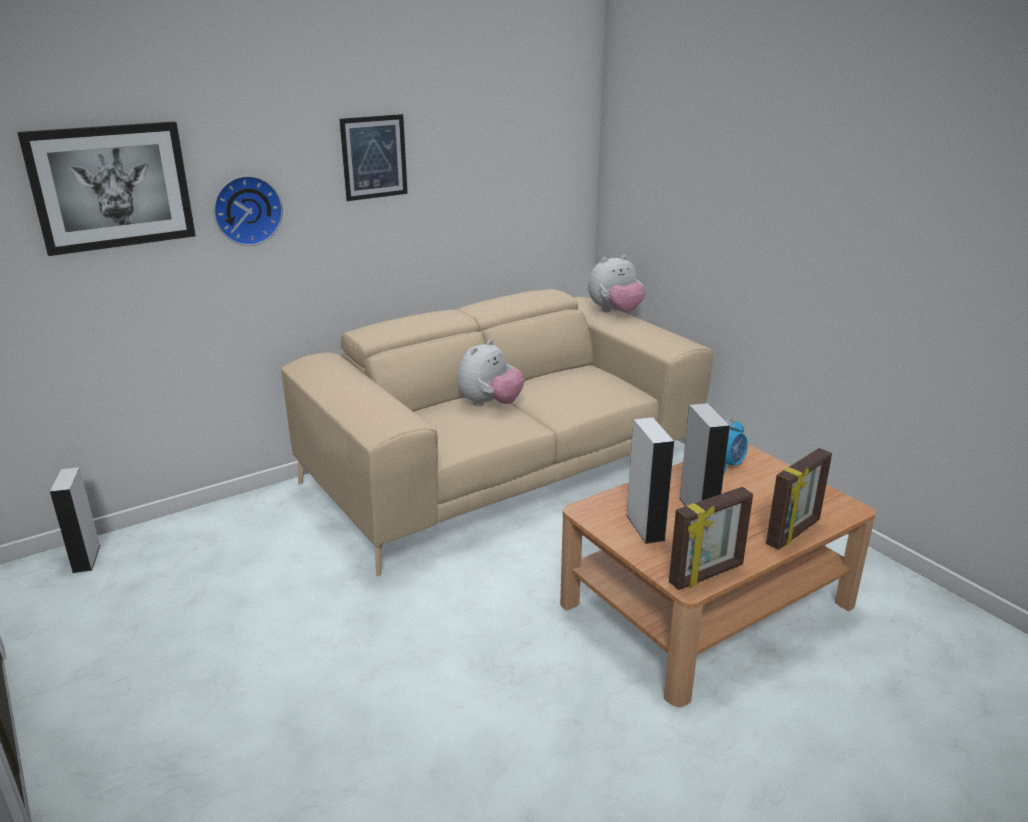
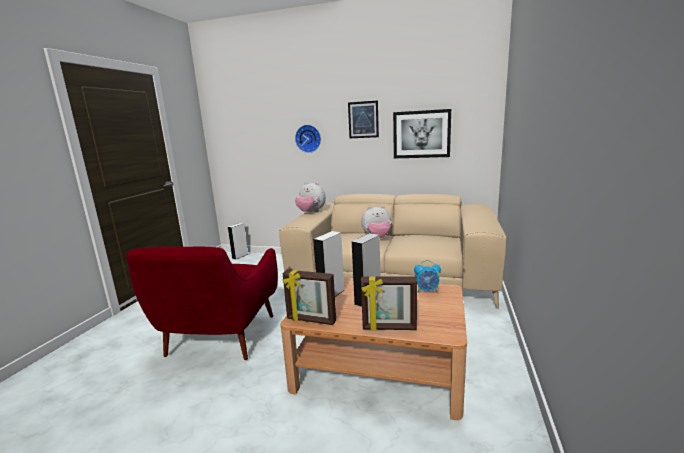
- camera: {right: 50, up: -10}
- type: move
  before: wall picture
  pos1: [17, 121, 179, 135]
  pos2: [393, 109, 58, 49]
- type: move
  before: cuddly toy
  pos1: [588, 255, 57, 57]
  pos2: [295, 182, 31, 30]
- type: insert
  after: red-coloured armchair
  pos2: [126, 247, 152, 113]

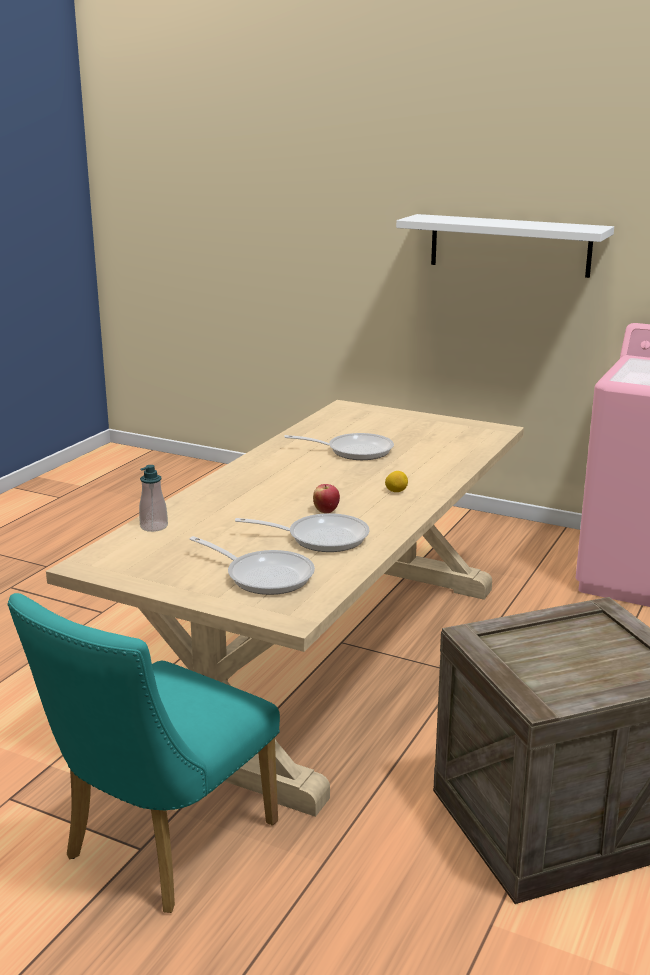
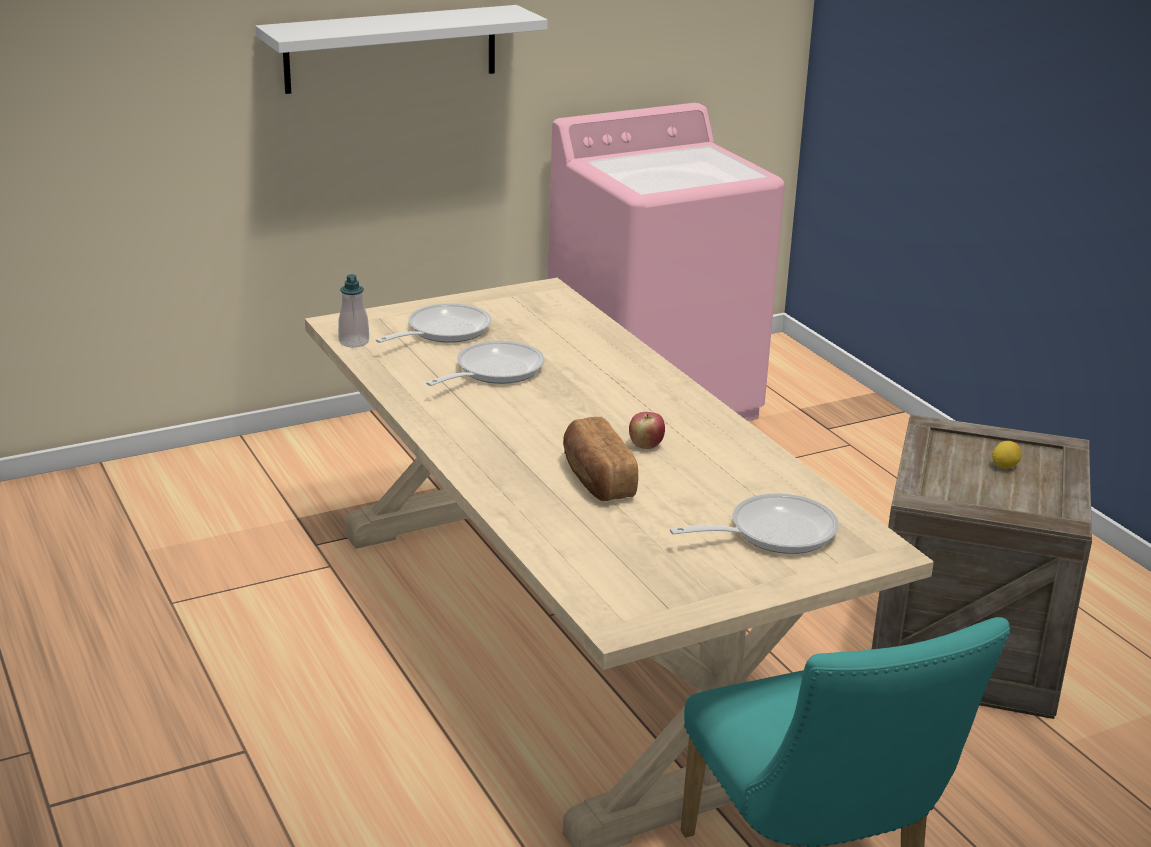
- camera: {right: -55, up: 5}
- type: move
  before: liquid soap bottle
  pos1: [139, 465, 29, 67]
  pos2: [338, 274, 31, 73]
- type: move
  before: pan
  pos1: [235, 513, 135, 39]
  pos2: [376, 303, 115, 40]
- type: move
  before: citrus fruit
  pos1: [385, 471, 23, 21]
  pos2: [992, 441, 30, 28]
- type: insert
  after: bakery bread
  pos2: [563, 417, 75, 84]

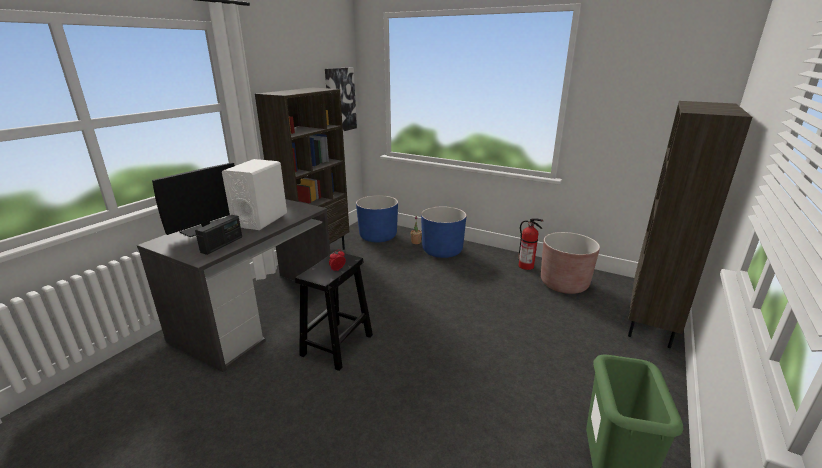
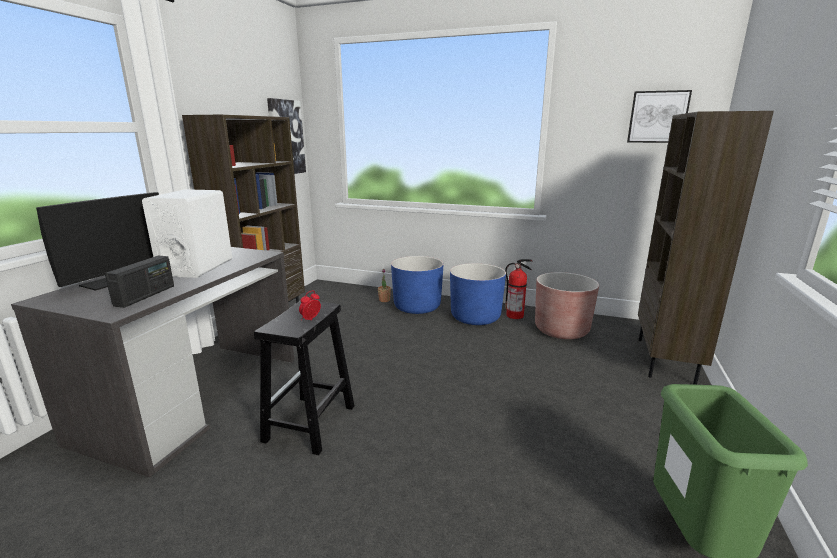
- camera: {right: -10, up: -5}
- type: move
  before: blue-coloured plant pot
  pos1: [356, 195, 42, 47]
  pos2: [450, 263, 56, 62]
- type: insert
  after: wall picture
  pos2: [627, 90, 65, 53]

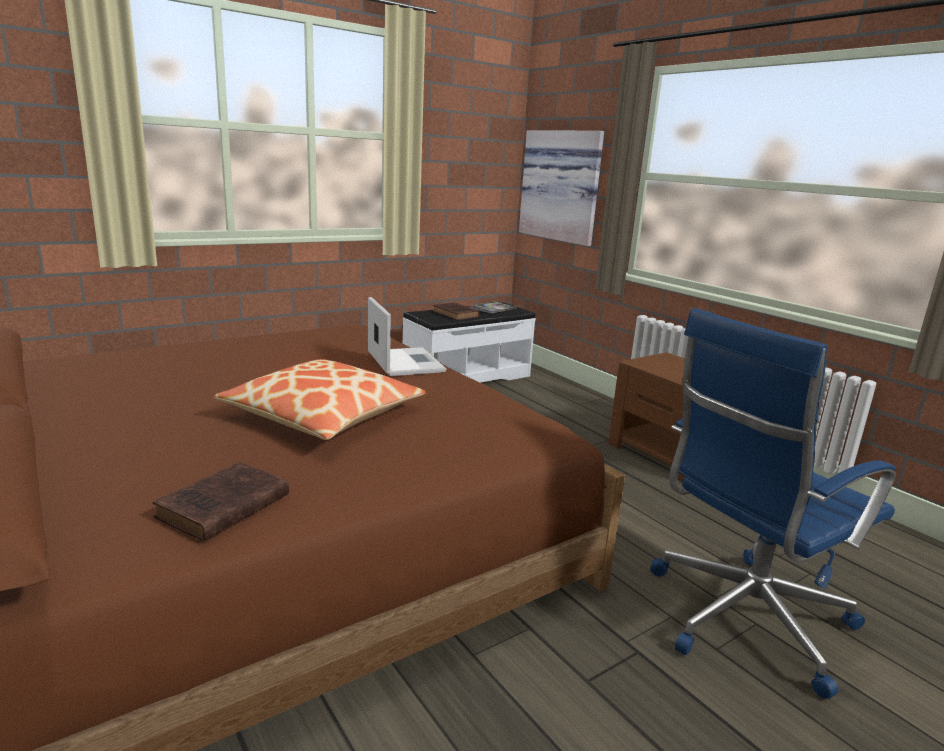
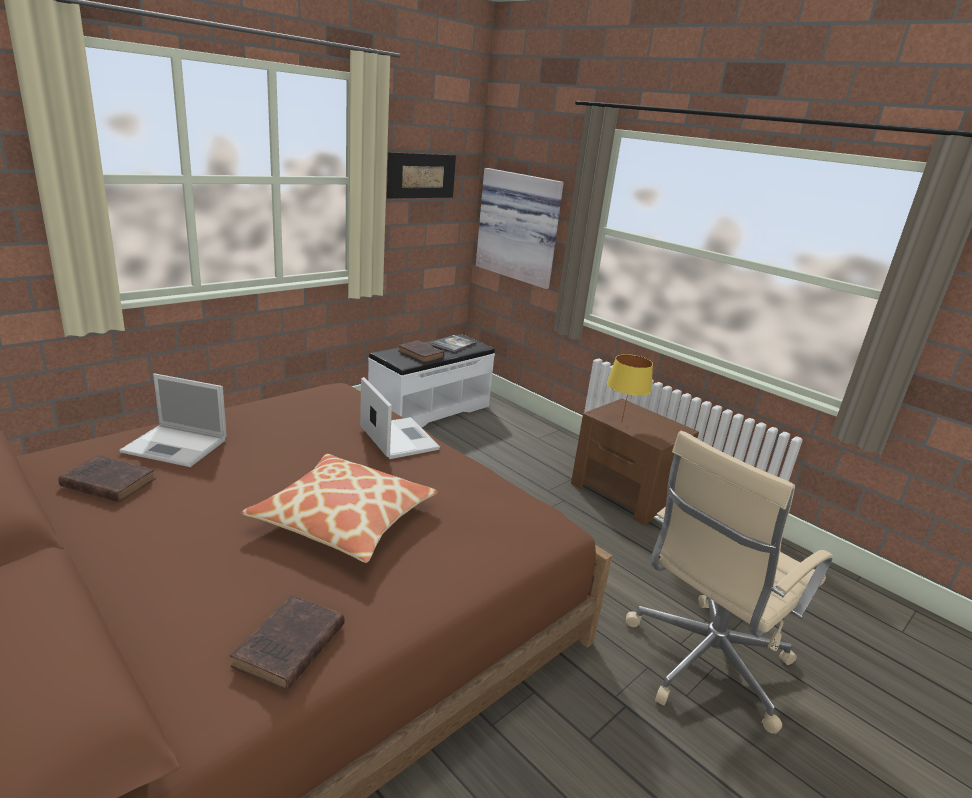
- camera: {right: -10, up: 5}
- type: recolor
  before: blue-coloured office chair
  after: sand-coloured office chair
  pos1: [650, 308, 246, 391]
  pos2: [626, 431, 207, 303]
- type: insert
  after: brown volume
  pos2: [58, 455, 98, 48]
- type: insert
  after: portable computer
  pos2: [119, 374, 108, 93]
- type: insert
  after: wall picture
  pos2: [387, 152, 69, 47]
- type: insert
  after: yellow table lamp
  pos2: [607, 354, 46, 69]

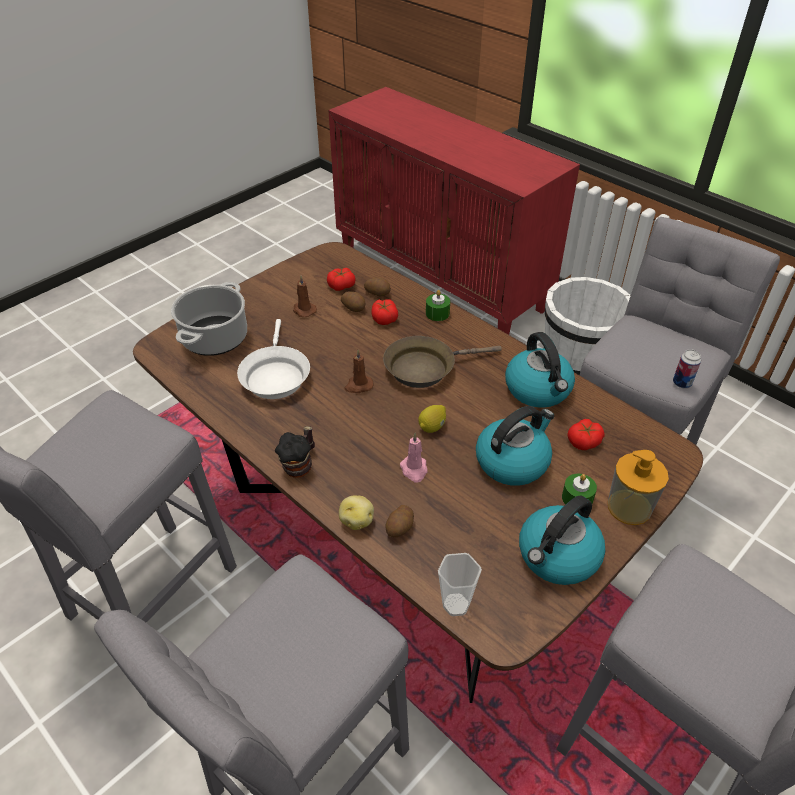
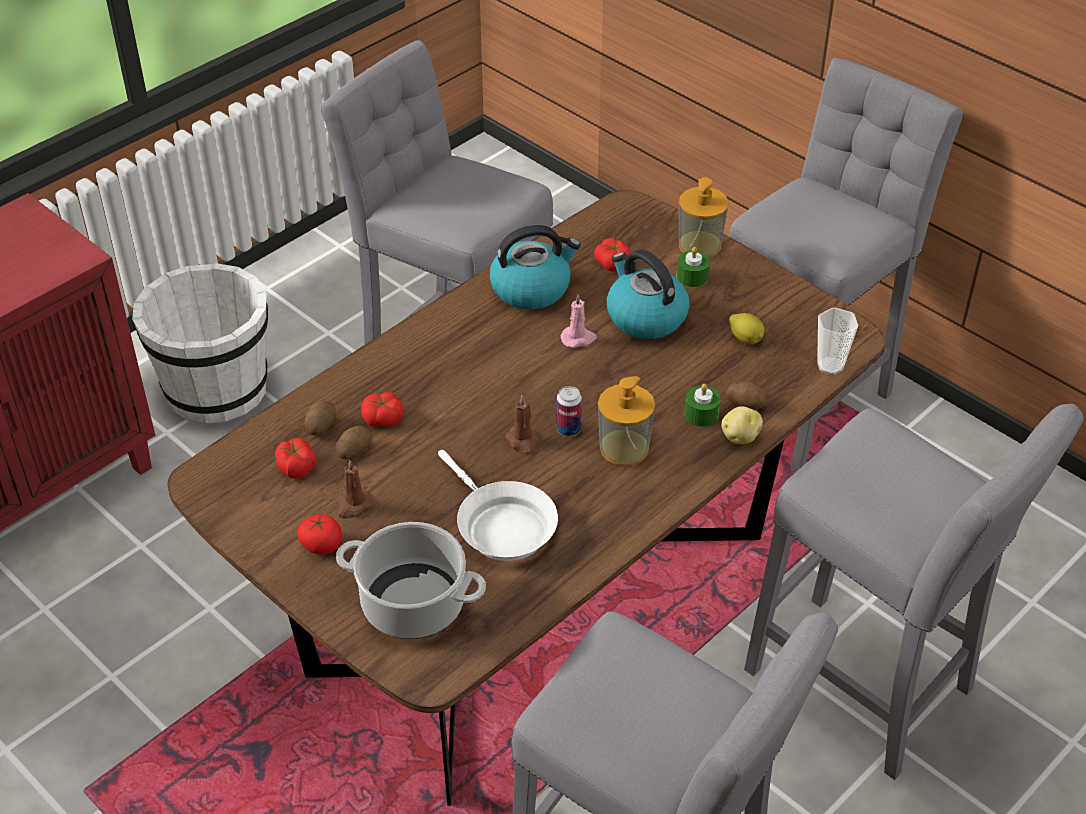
- camera: {right: -90, up: 0}
- type: rotate
  before: white pan
  pos1: [237, 319, 73, 80]
  pos2: [438, 450, 120, 111]
  turn: 60
- type: delete
  before: coffee mug
  pos1: [275, 426, 40, 52]
- type: delete
  before: brown pan
  pos1: [383, 336, 119, 52]
- type: move
  before: pink wax candle
  pos1: [400, 433, 28, 50]
  pos2: [561, 294, 36, 54]
- type: move
  before: citrus fruit
  pos1: [418, 405, 28, 28]
  pos2: [729, 313, 35, 31]
- type: move
  before: greenish wax candle
  pos1: [426, 290, 24, 31]
  pos2: [684, 384, 37, 43]
- type: delete
  before: kettle
  pos1: [519, 495, 86, 90]
- type: move
  before: can
  pos1: [673, 349, 28, 40]
  pos2: [556, 386, 26, 51]
- type: insert
  after: whole tomato
  pos2: [297, 514, 45, 40]
- type: insert
  after: liquid soap bottle
  pos2: [598, 376, 57, 90]

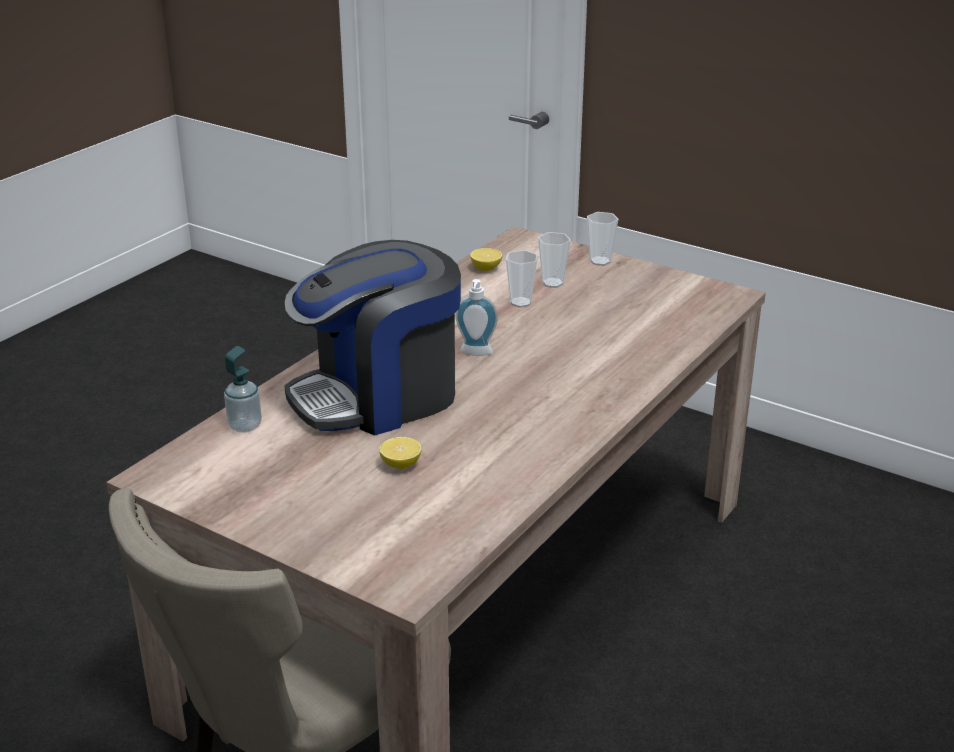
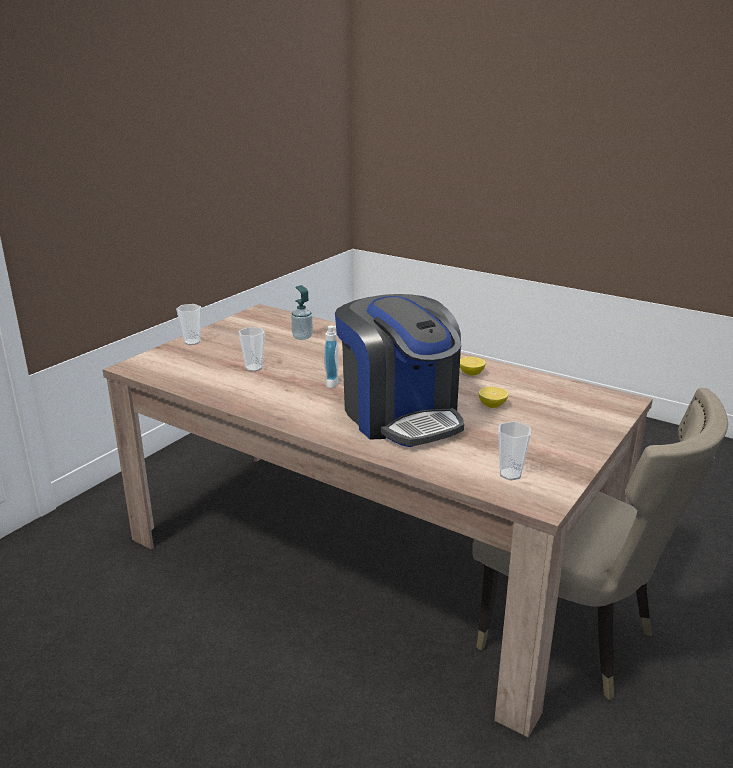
- camera: {right: -90, up: -5}
- type: move
  before: liquid soap bottle
  pos1: [224, 346, 38, 87]
  pos2: [291, 285, 22, 55]
- type: move
  before: citrus fruit
  pos1: [470, 248, 32, 23]
  pos2: [460, 357, 26, 18]
- type: move
  before: drinking cup
  pos1: [538, 232, 33, 56]
  pos2: [498, 421, 33, 59]

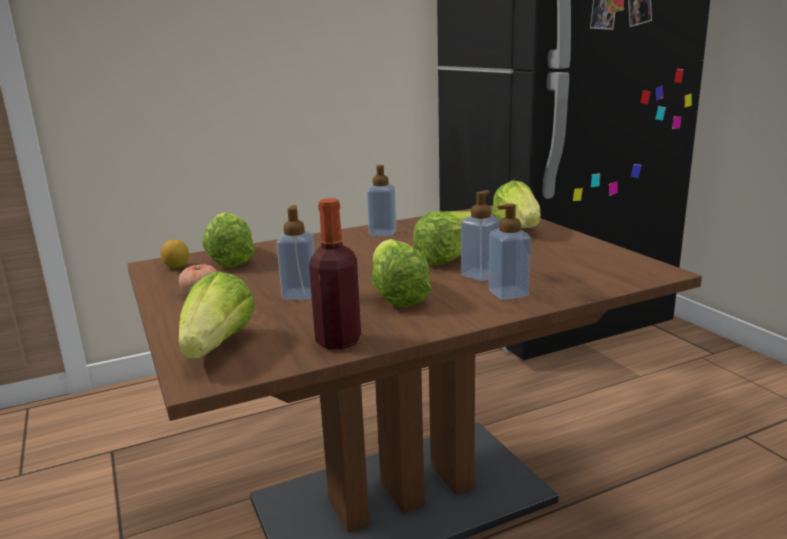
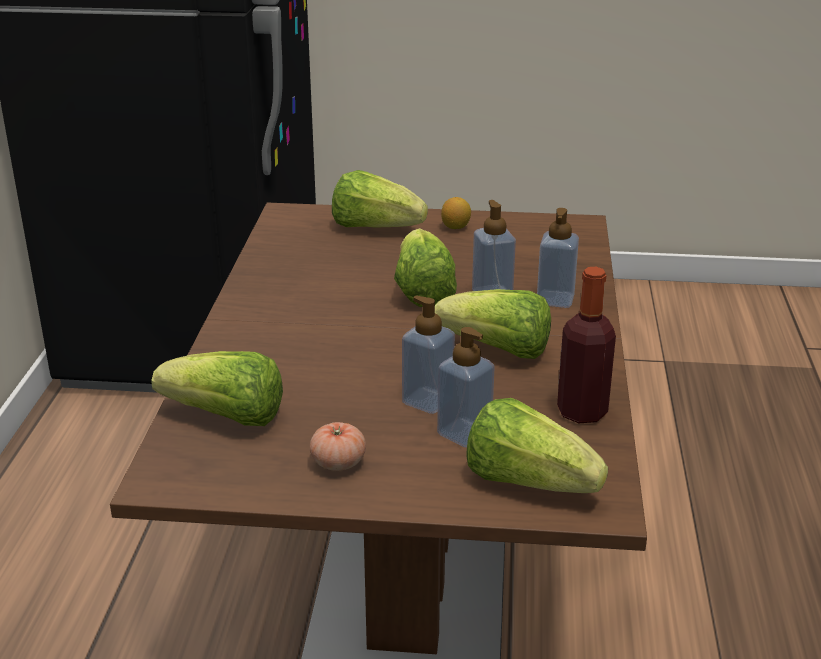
- camera: {right: -60, up: 10}
- type: move
  before: citrus fruit
  pos1: [161, 239, 28, 29]
  pos2: [441, 197, 30, 32]
- type: move
  before: liquid soap bottle
  pos1: [367, 165, 29, 72]
  pos2: [437, 327, 58, 121]

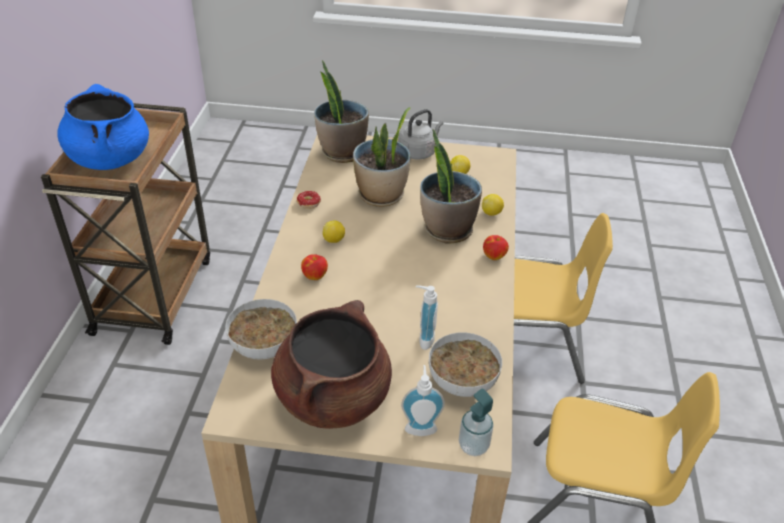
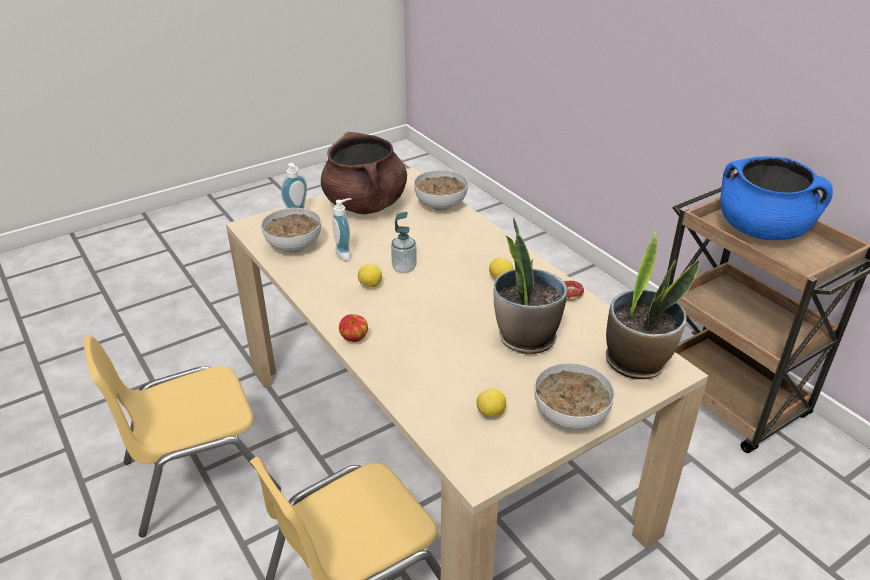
- camera: {right: 140, up: -5}
- type: delete
  before: apple fruit
  pos1: [301, 254, 27, 26]
- type: replace
  before: grey kettle
  after: deep dish
  pos1: [398, 109, 45, 50]
  pos2: [534, 363, 81, 67]
- type: delete
  before: potted plant
  pos1: [420, 129, 62, 114]
- type: move
  before: liquid soap bottle
  pos1: [459, 388, 35, 68]
  pos2: [391, 212, 26, 61]
- type: move
  before: citrus fruit
  pos1: [482, 194, 22, 22]
  pos2: [358, 264, 24, 24]

